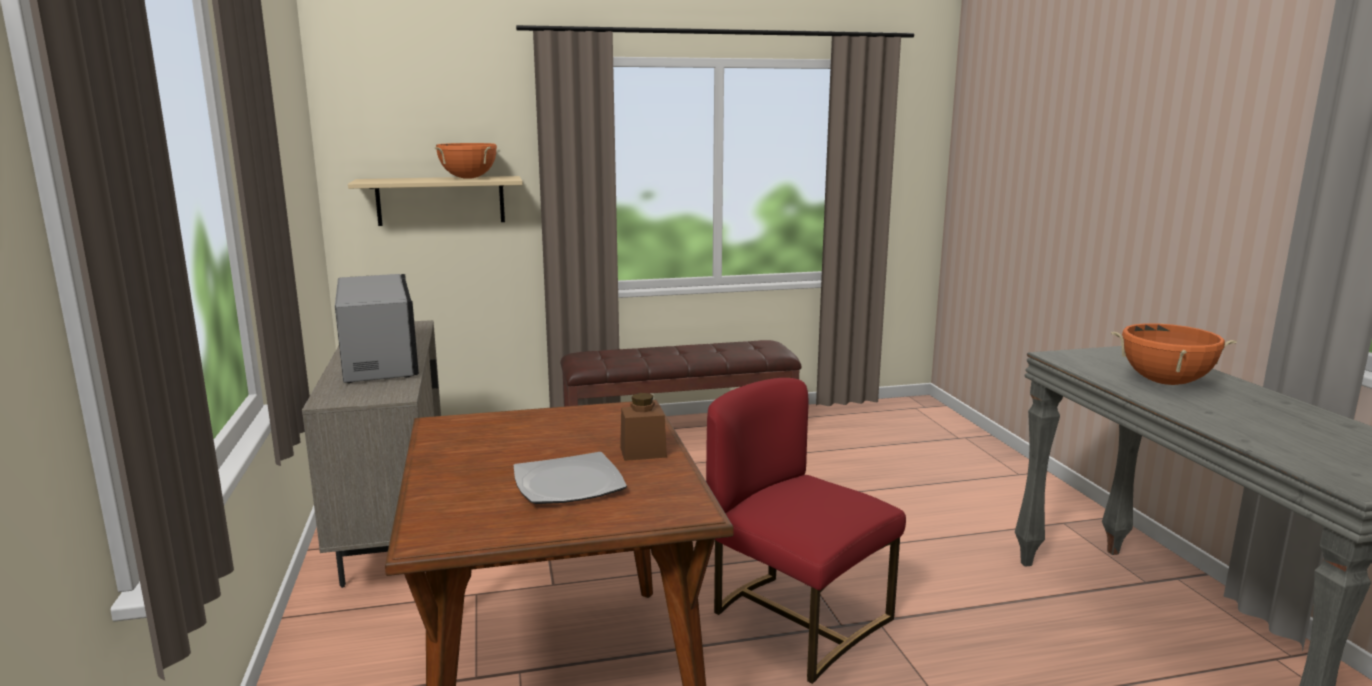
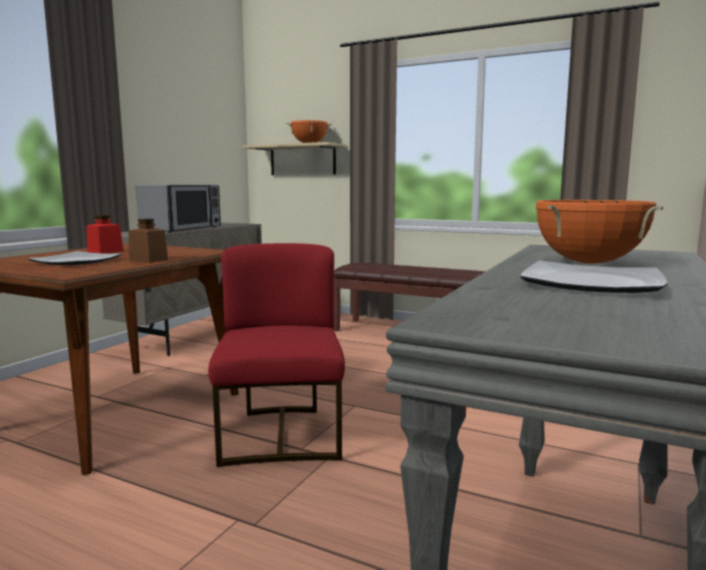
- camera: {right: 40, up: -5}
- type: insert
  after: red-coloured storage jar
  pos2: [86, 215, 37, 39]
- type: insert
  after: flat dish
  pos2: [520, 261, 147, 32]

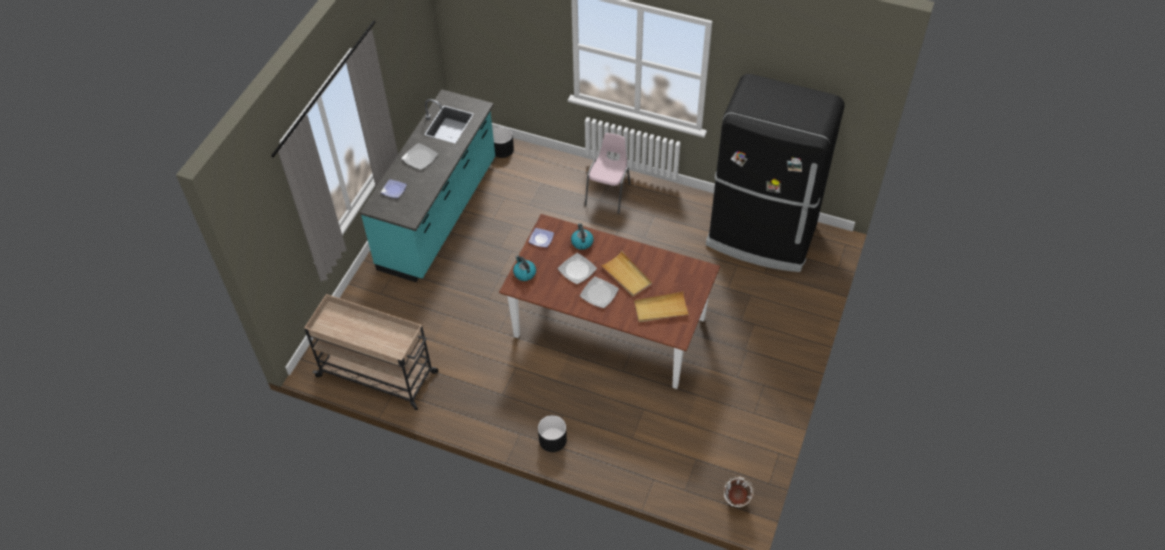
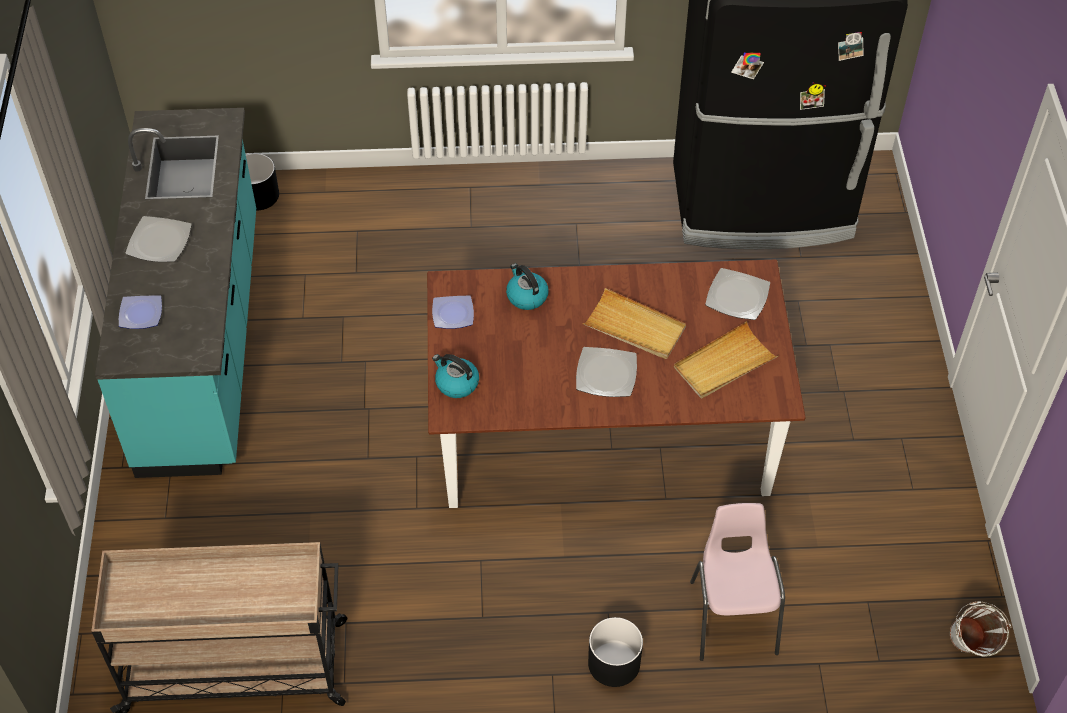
- camera: {right: -25, up: 0}
- type: move
  before: flat dish
  pos1: [557, 253, 40, 31]
  pos2: [705, 268, 65, 52]
- type: move
  before: pink chair
  pos1: [585, 133, 46, 81]
  pos2: [690, 503, 95, 158]

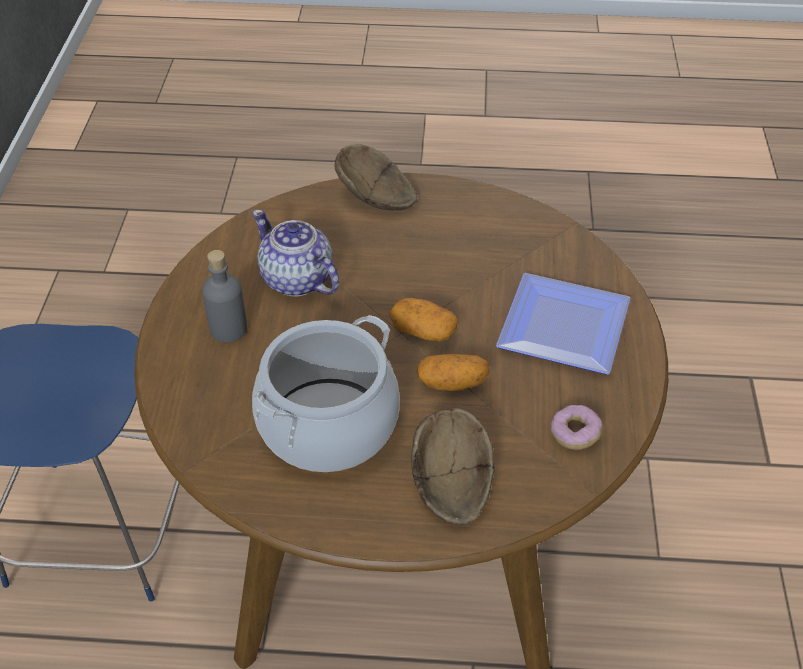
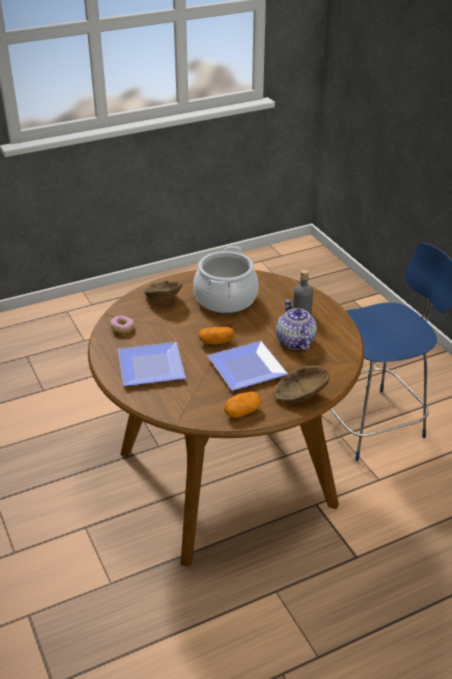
- camera: {right: 150, up: -10}
- type: rotate
  before: teapot
  pos1: [252, 210, 87, 86]
  pos2: [276, 300, 41, 51]
  turn: -120
- type: move
  before: spud
  pos1: [417, 354, 73, 37]
  pos2: [224, 392, 37, 26]
- type: insert
  after: flat dish
  pos2: [207, 341, 81, 50]

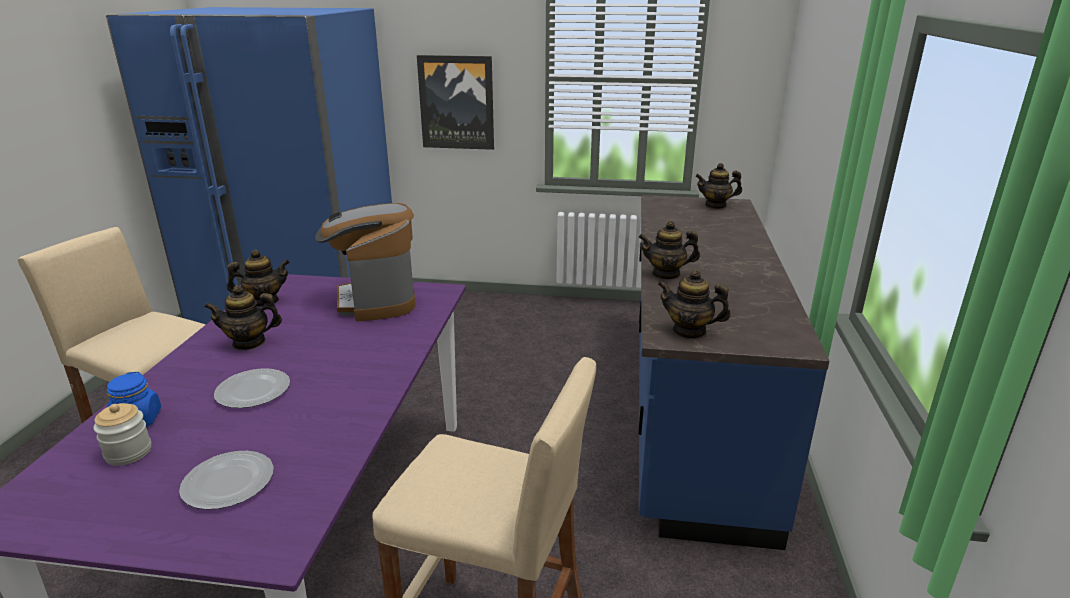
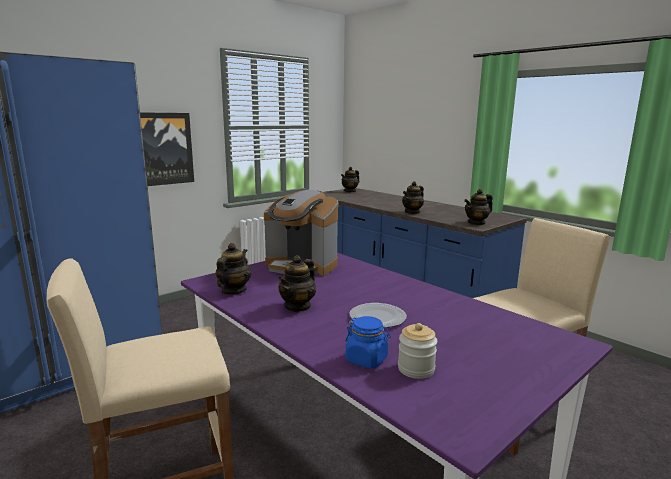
- camera: {right: -50, up: -10}
- type: delete
  before: flat dish
  pos1: [179, 451, 95, 59]

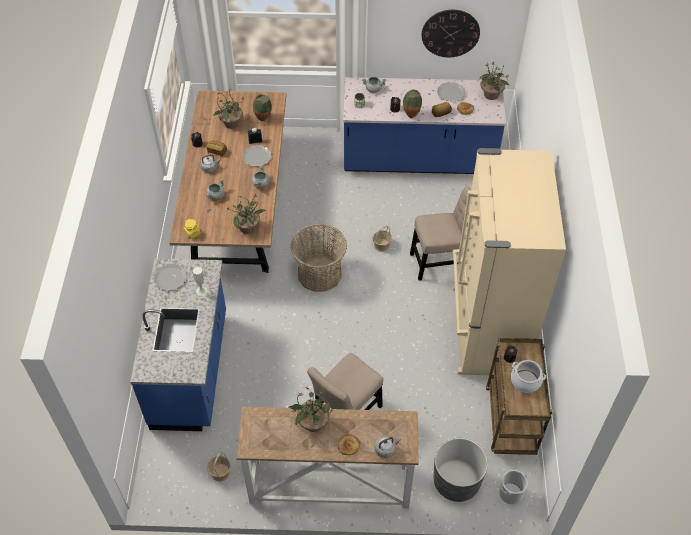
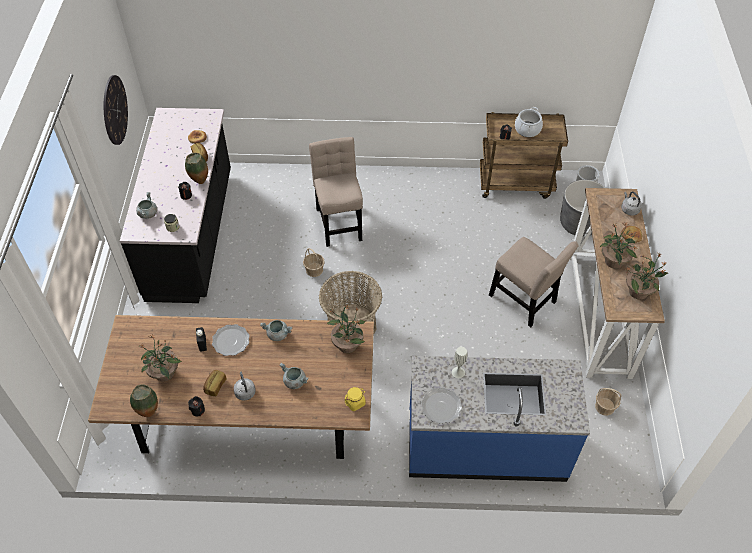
- camera: {right: -90, up: 0}
- type: move
  before: flower vase
  pos1: [253, 94, 19, 27]
  pos2: [130, 384, 28, 33]
- type: recolor
  before: blue-coloured counter
  after: black-coloured counter
  pos1: [343, 77, 163, 97]
  pos2: [120, 108, 111, 195]
- type: delete
  before: flat dish
  pos1: [437, 82, 29, 20]
- type: delete
  before: sand-coloured kitchen fridge
  pos1: [453, 148, 113, 227]
- type: move
  before: potted plant
  pos1: [479, 62, 30, 38]
  pos2: [626, 253, 43, 47]

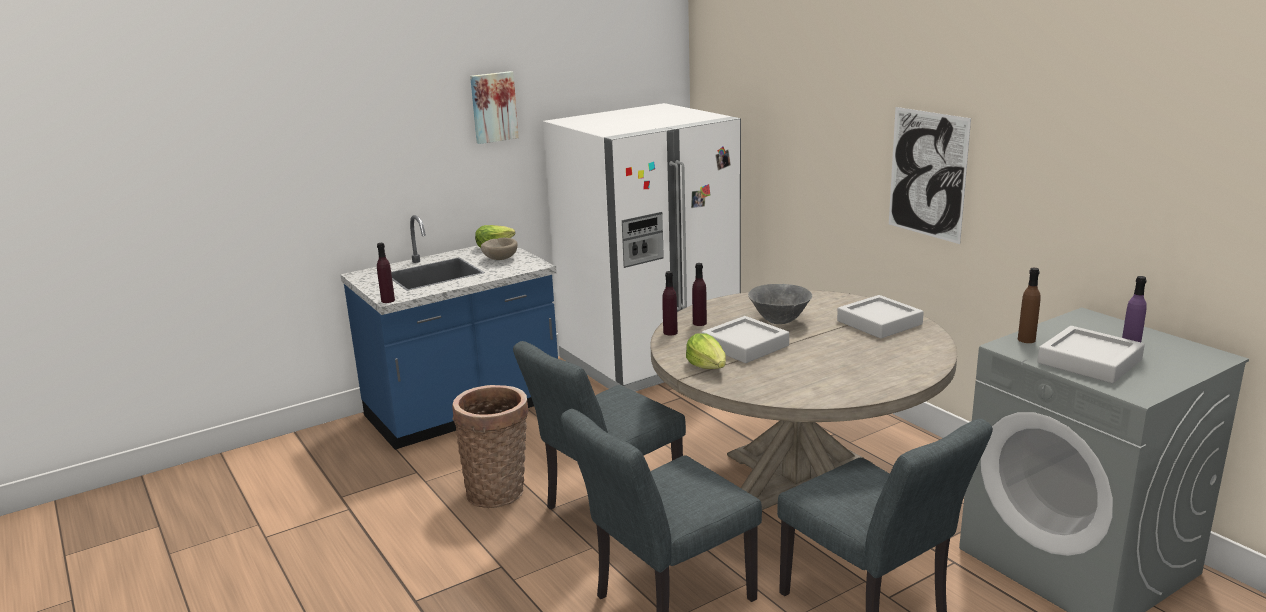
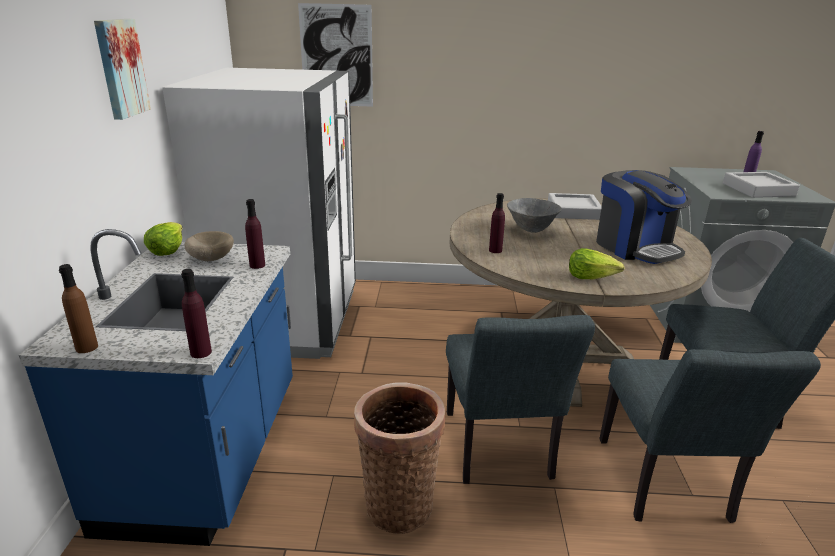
- camera: {right: -55, up: 5}
- type: move
  before: purple-coloured drink bottle
  pos1: [662, 271, 16, 64]
  pos2: [245, 199, 20, 70]
- type: delete
  before: grey carrying tray
  pos1: [702, 316, 87, 47]
- type: move
  before: wall picture
  pos1: [889, 107, 82, 137]
  pos2: [298, 3, 75, 104]
- type: move
  before: brown drink bottle
  pos1: [1018, 268, 23, 75]
  pos2: [59, 264, 39, 89]
- type: insert
  after: coffee brewer
  pos2: [596, 170, 96, 94]

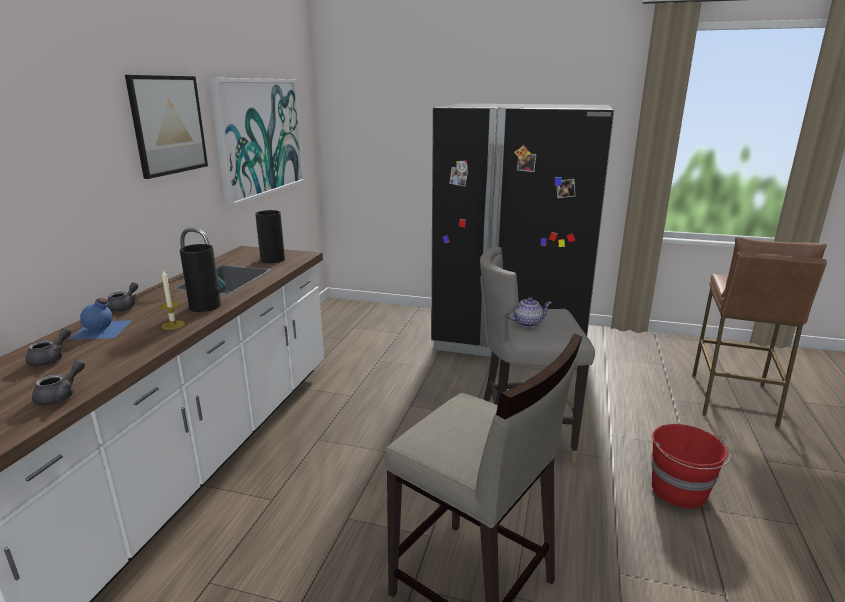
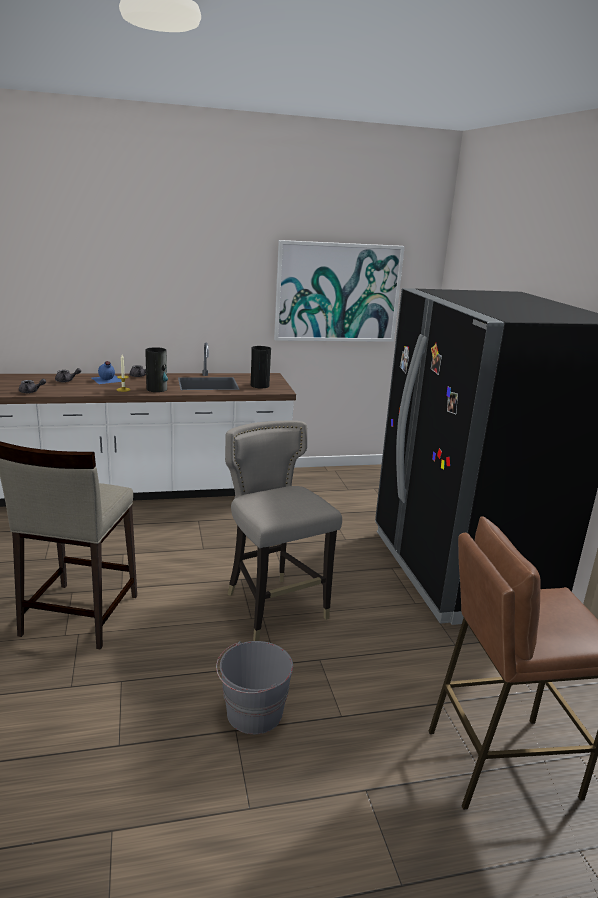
- camera: {right: 60, up: 0}
- type: delete
  before: wall picture
  pos1: [125, 75, 83, 104]
- type: delete
  before: teapot
  pos1: [508, 297, 43, 30]
- type: recolor
  before: red-coloured pail
  after: grey pail
  pos1: [651, 424, 80, 85]
  pos2: [216, 641, 77, 93]

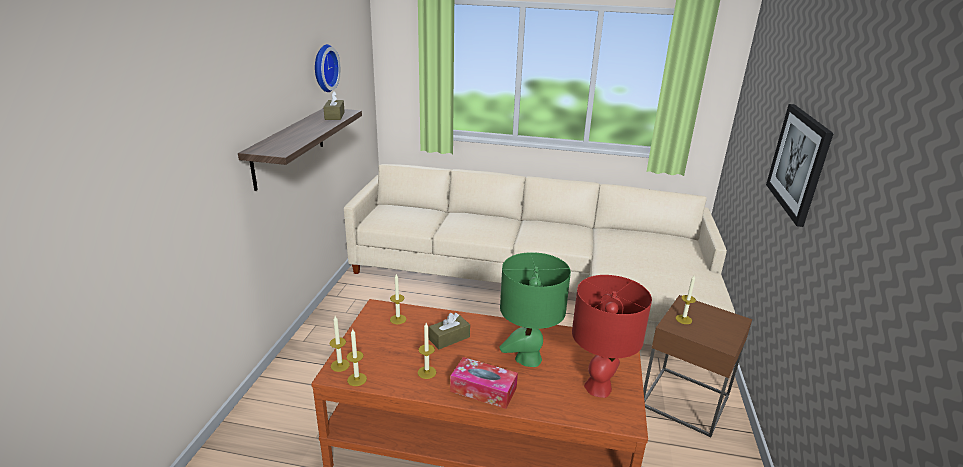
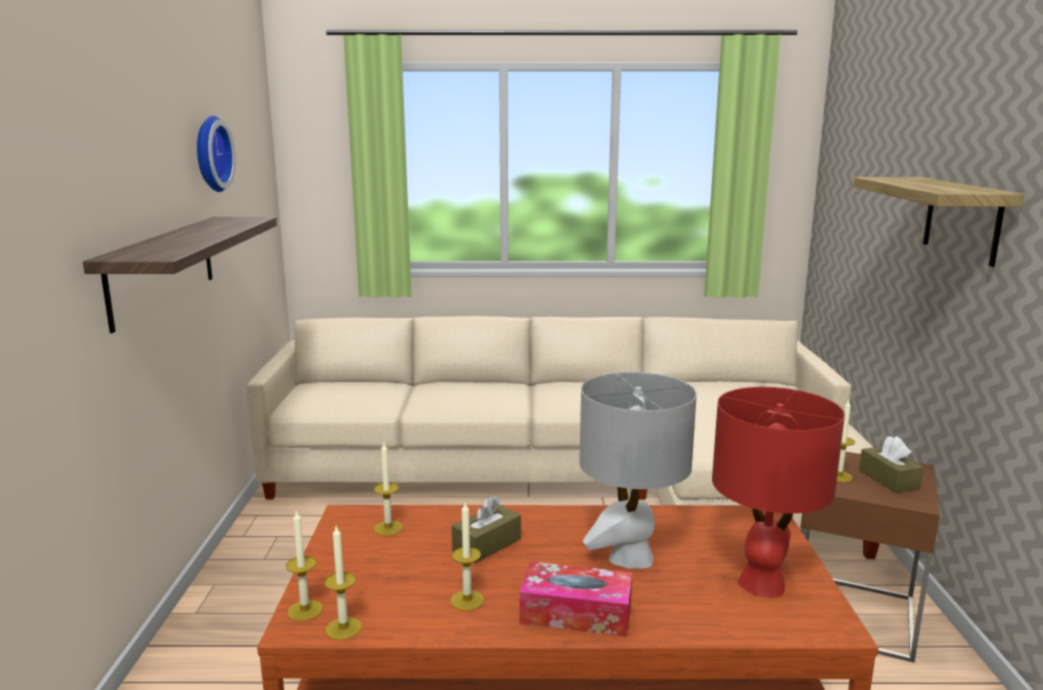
- camera: {right: -10, up: -10}
- type: move
  before: brown tissue holder
  pos1: [323, 91, 22, 29]
  pos2: [859, 436, 64, 57]
- type: recolor
  before: greenish table lamp
  after: grey table lamp
  pos1: [500, 252, 71, 115]
  pos2: [579, 372, 118, 197]
- type: replace
  before: wall picture
  after: bracket shelf
  pos1: [766, 104, 68, 123]
  pos2: [853, 177, 171, 90]

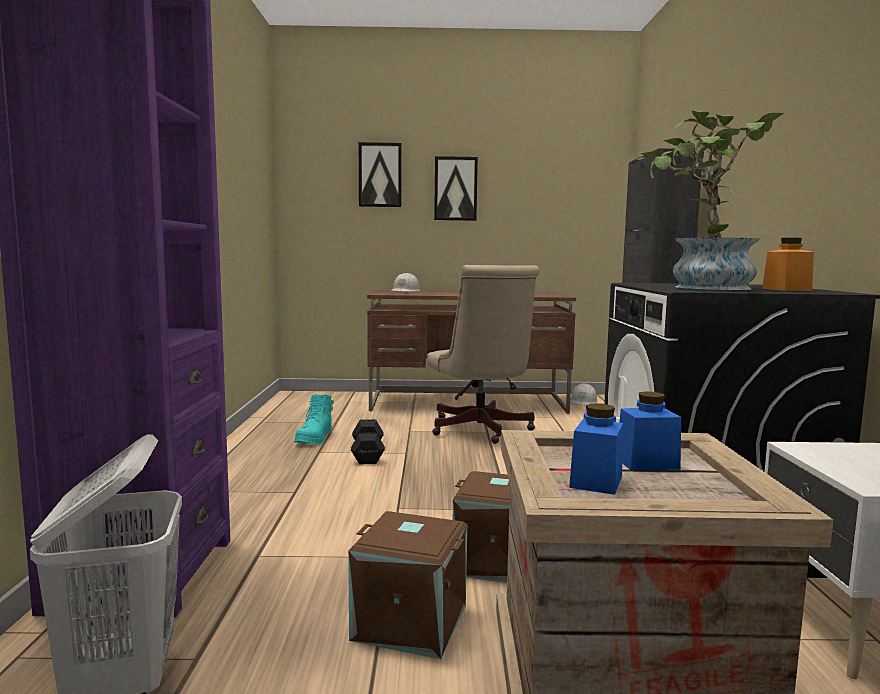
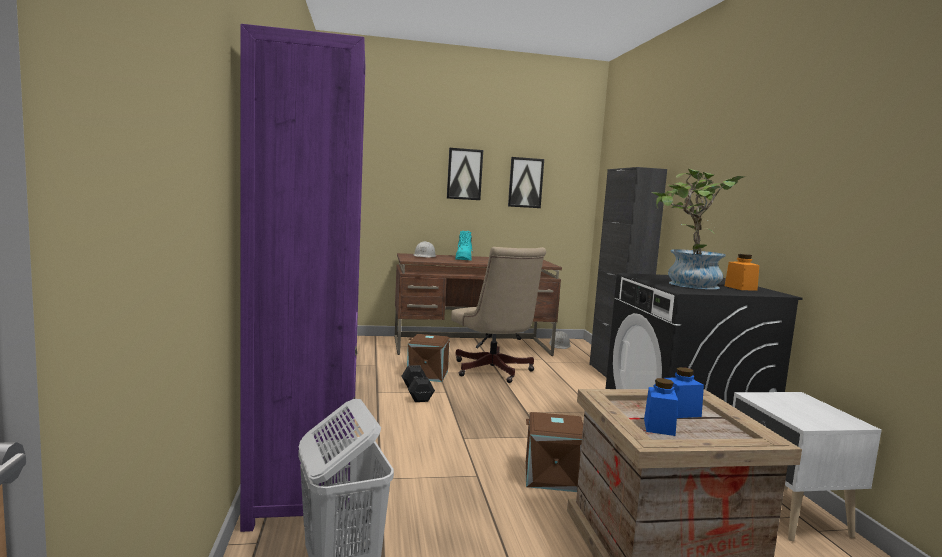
- camera: {right: -10, up: 0}
- type: move
  before: turquoise-coloured boot
  pos1: [294, 395, 40, 49]
  pos2: [455, 231, 18, 29]
- type: move
  before: brown storage box
  pos1: [348, 511, 119, 148]
  pos2: [407, 334, 43, 48]
- type: move
  before: wall picture
  pos1: [359, 142, 43, 65]
  pos2: [508, 157, 36, 51]

